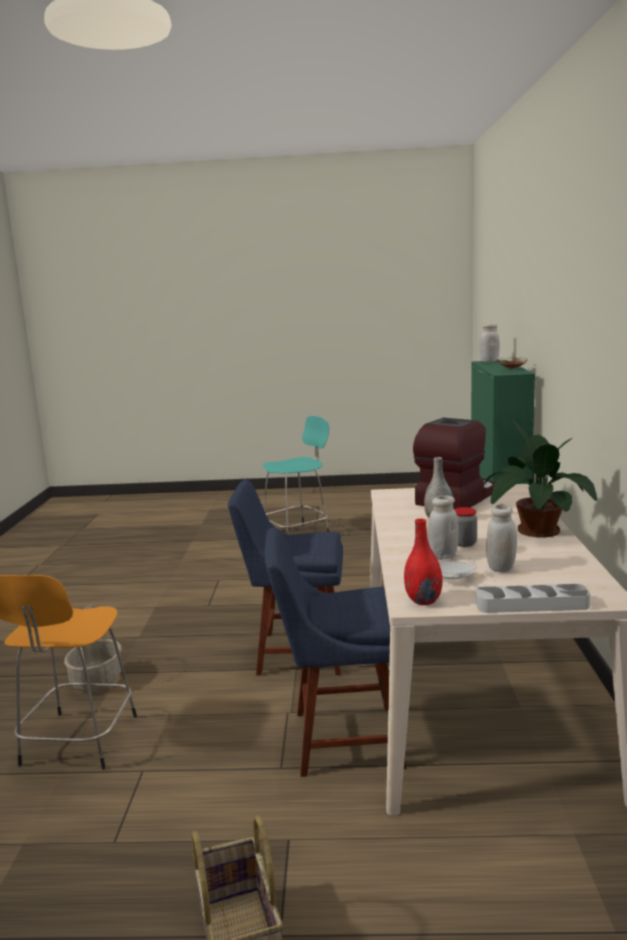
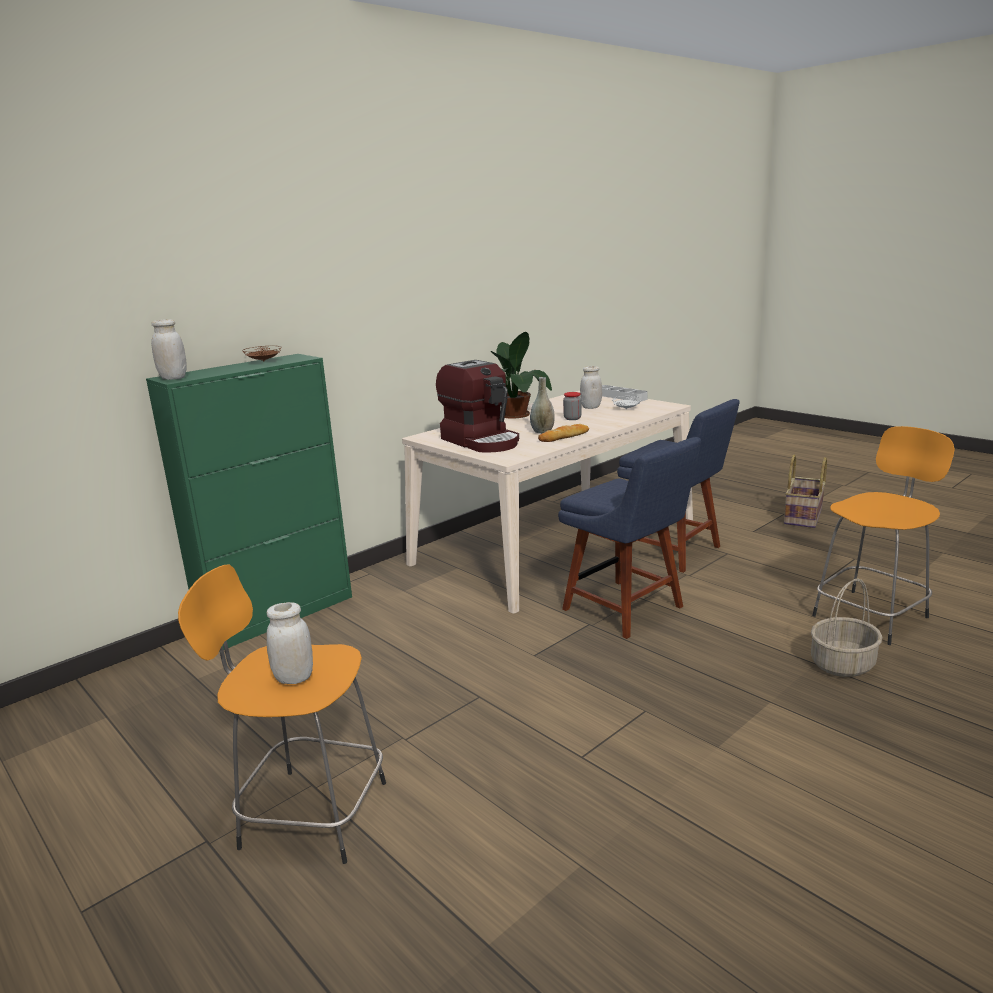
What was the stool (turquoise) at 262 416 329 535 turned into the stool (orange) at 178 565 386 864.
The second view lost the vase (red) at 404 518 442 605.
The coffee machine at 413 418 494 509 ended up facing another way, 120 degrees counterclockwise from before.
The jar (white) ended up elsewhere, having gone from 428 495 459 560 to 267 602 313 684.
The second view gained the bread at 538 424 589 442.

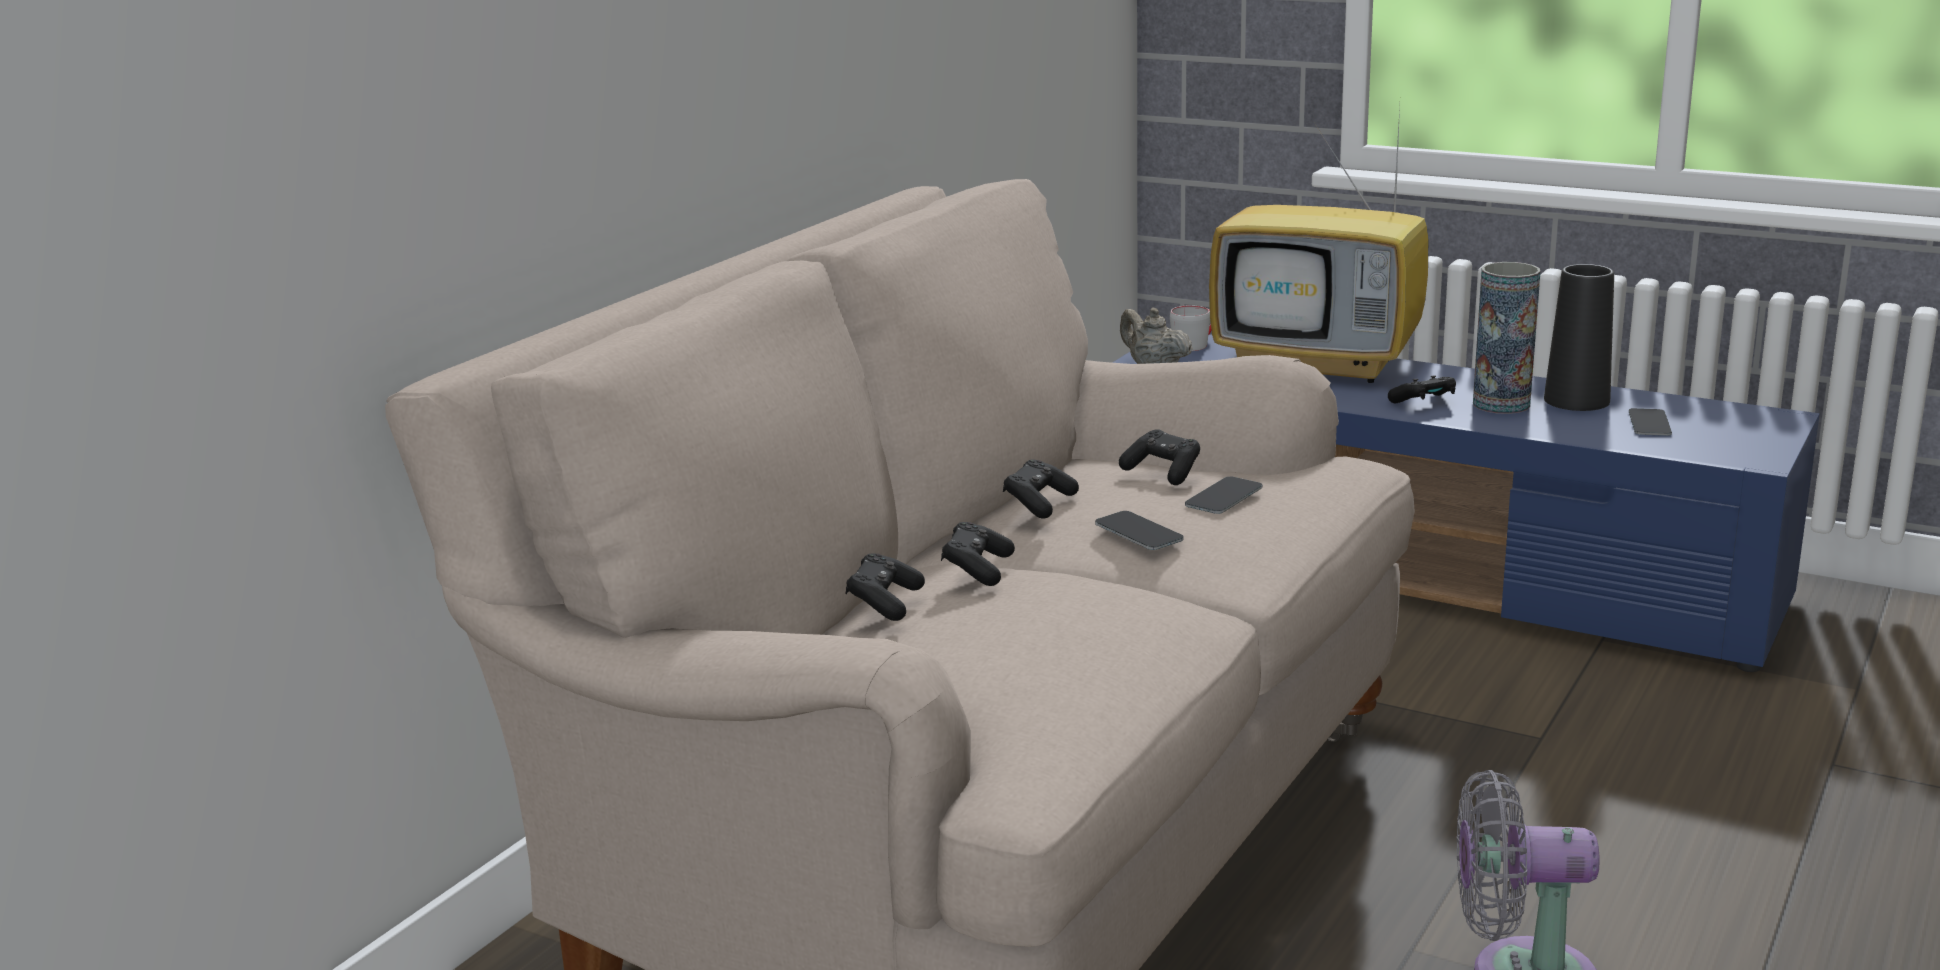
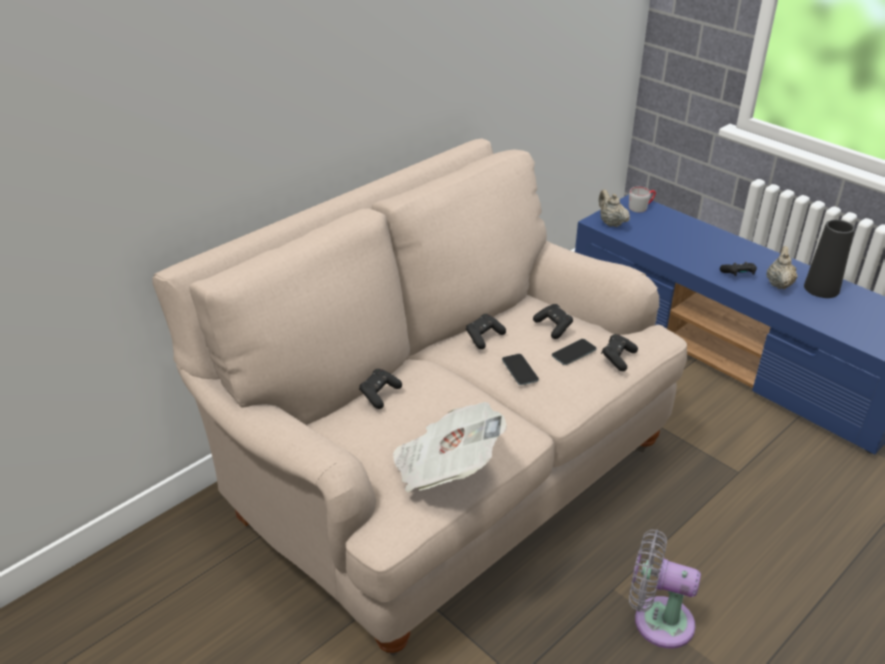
The game controller (black) ended up elsewhere, having gone from 941 522 1015 586 to 601 334 638 371.
The second view lost the television at 1209 108 1428 383.
Where the vase stood at 1473 262 1541 414, the teapot (beige) came to stand at 767 246 797 289.
The second view lost the phone at 1629 408 1672 436.
The second view gained the newspaper at 392 402 507 492.

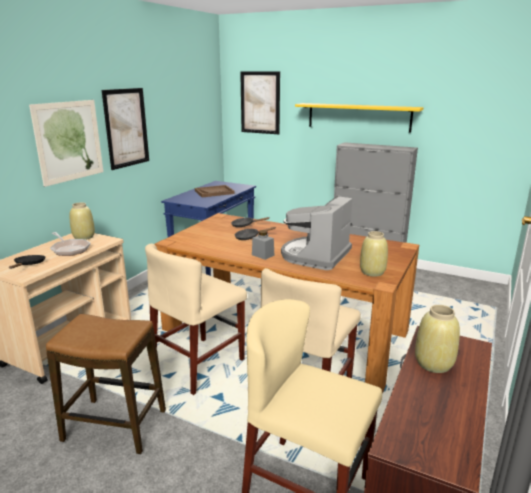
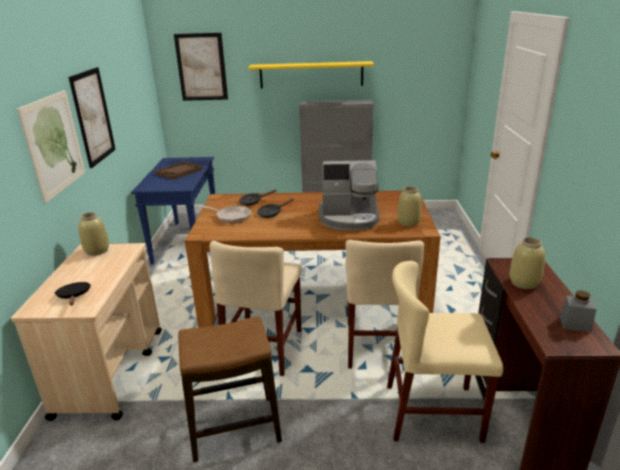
The frying pan ended up elsewhere, having gone from 50 232 90 256 to 198 205 251 223.
The jar (grey) ended up elsewhere, having gone from 252 230 275 260 to 560 290 596 332.
The coffee machine at 281 195 352 270 ended up facing another way, 90 degrees counterclockwise from before.

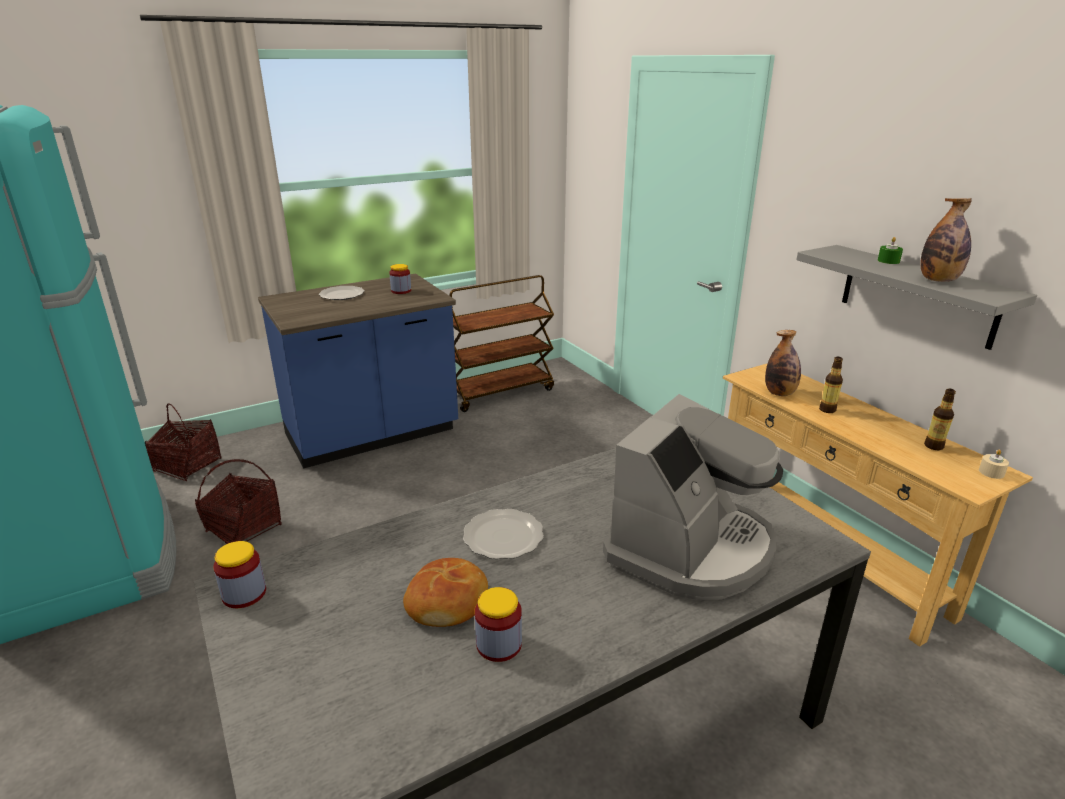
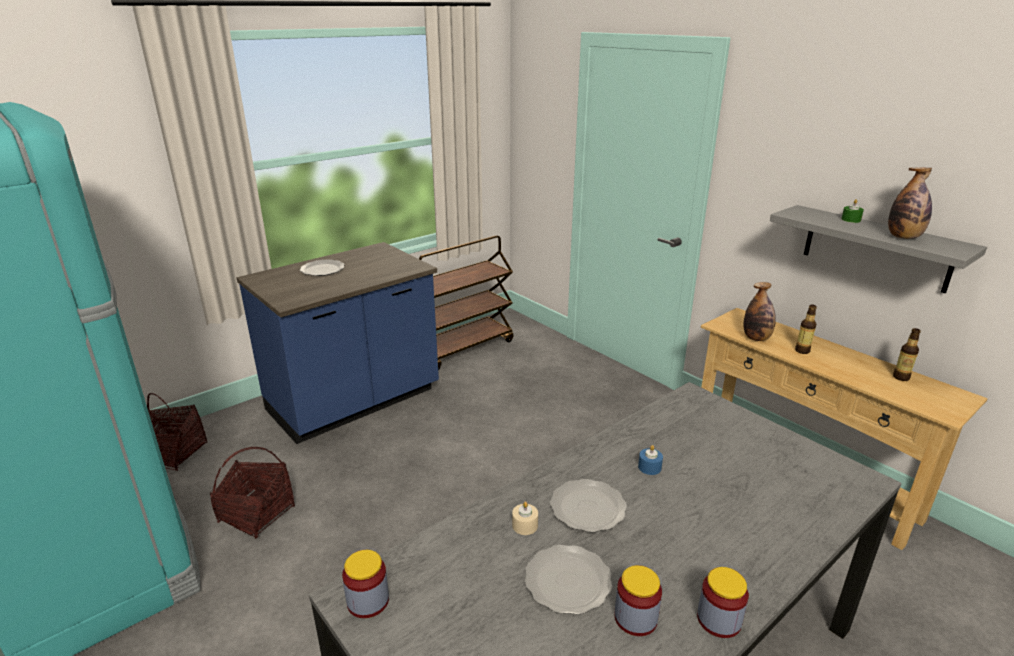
The jar ended up elsewhere, having gone from 389 264 411 294 to 697 567 749 638.
Where the bread stood at 403 558 488 627, the plate came to stand at 525 545 612 615.
The second view lost the coffee machine at 603 394 783 600.
The candle (beige) ended up elsewhere, having gone from 979 449 1009 479 to 512 502 538 535.
The second view gained the candle (blue) at 638 445 663 475.

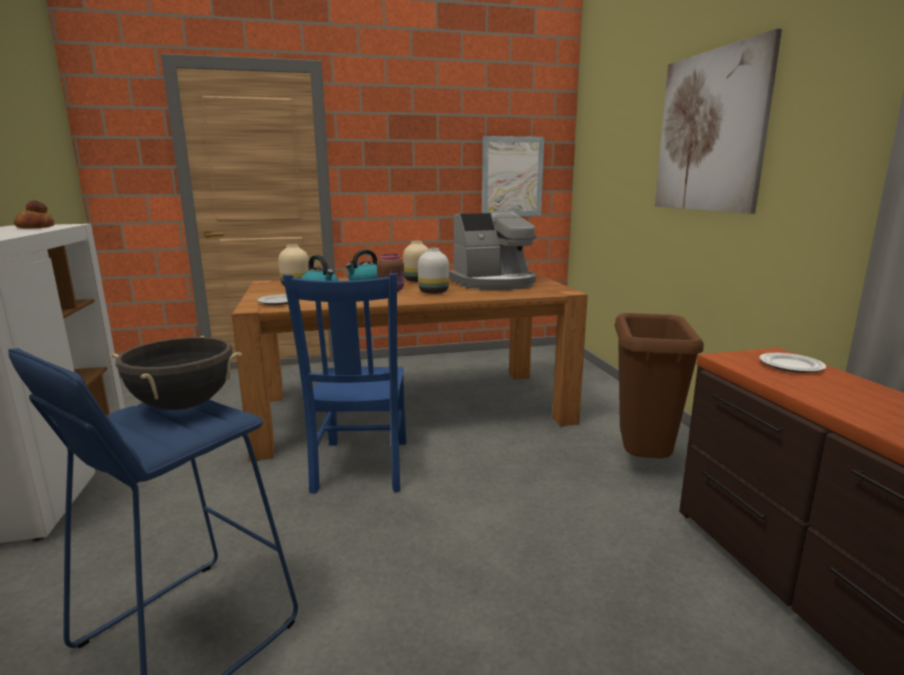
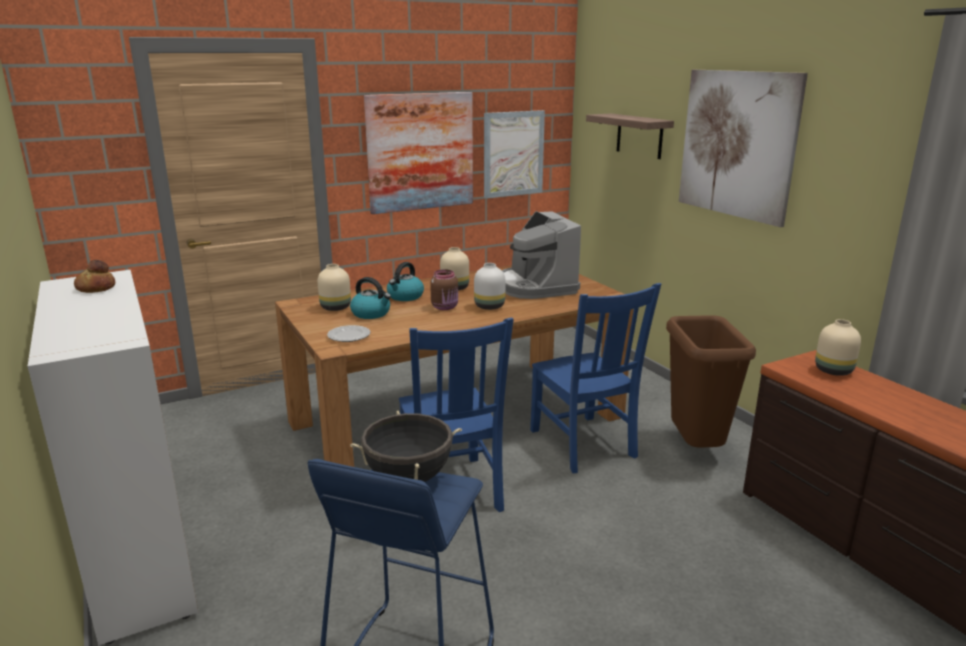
The coffee machine at 449 212 537 290 ended up facing another way, 105 degrees clockwise from before.
Where the plate stood at 759 353 826 373, the vase (beige) came to stand at 815 319 861 376.
The second view gained the picture at 364 92 473 214.
The second view gained the chair (blue) at 530 283 661 473.
The second view gained the shelf at 586 113 674 159.

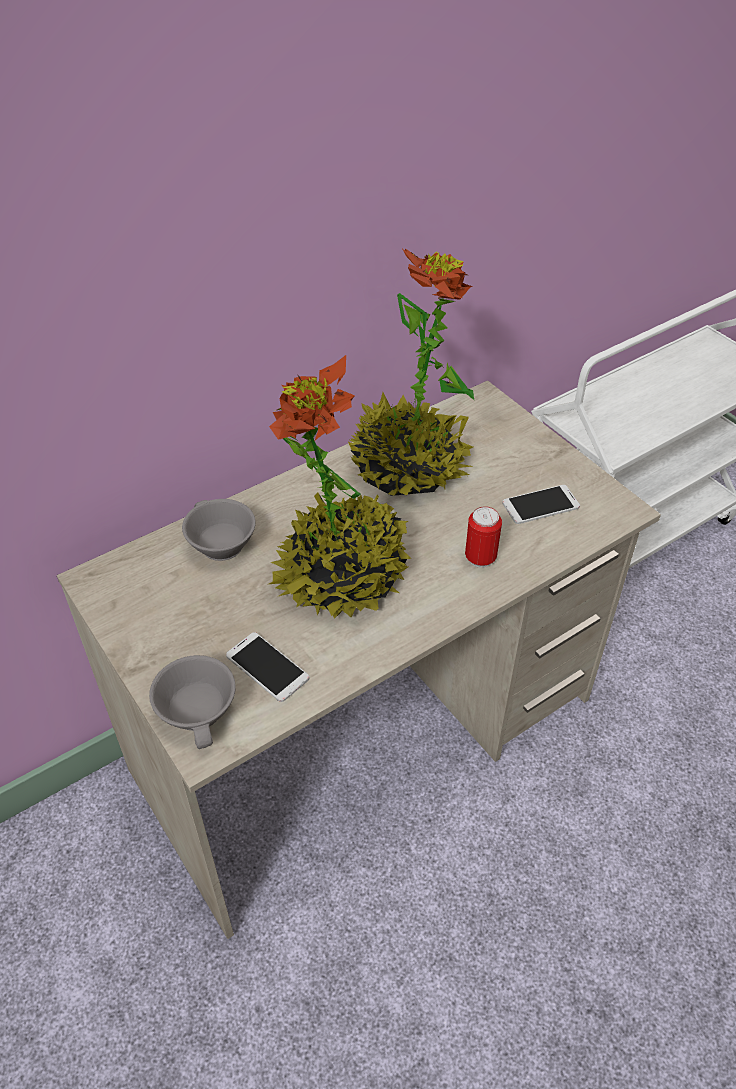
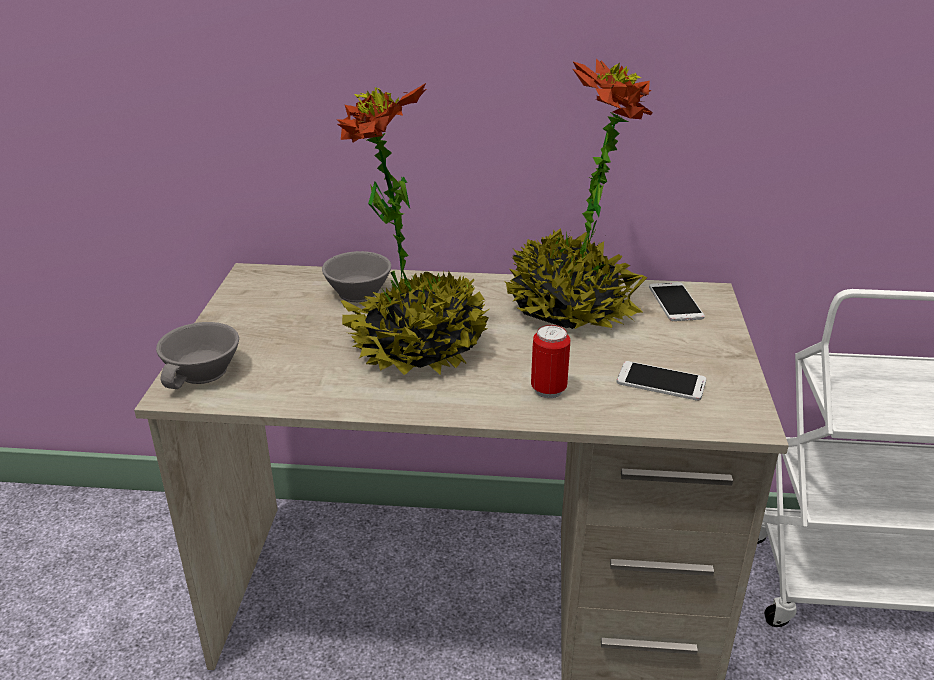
The phone ended up elsewhere, having gone from 226 632 309 702 to 649 282 705 321.

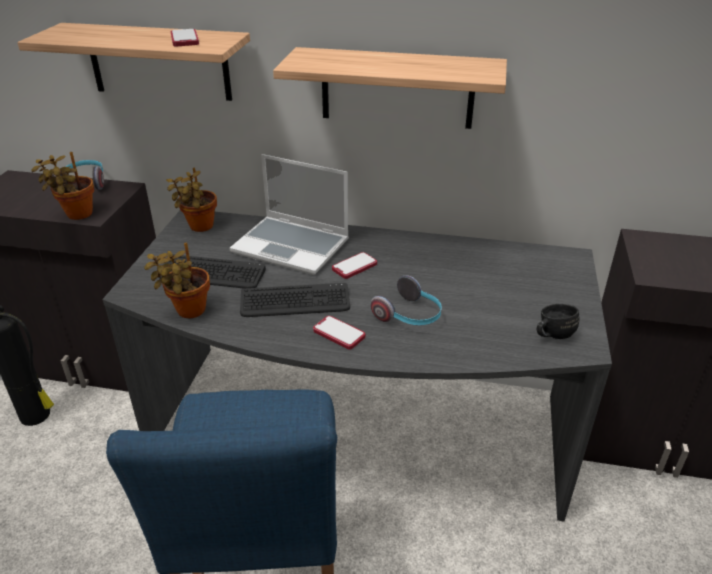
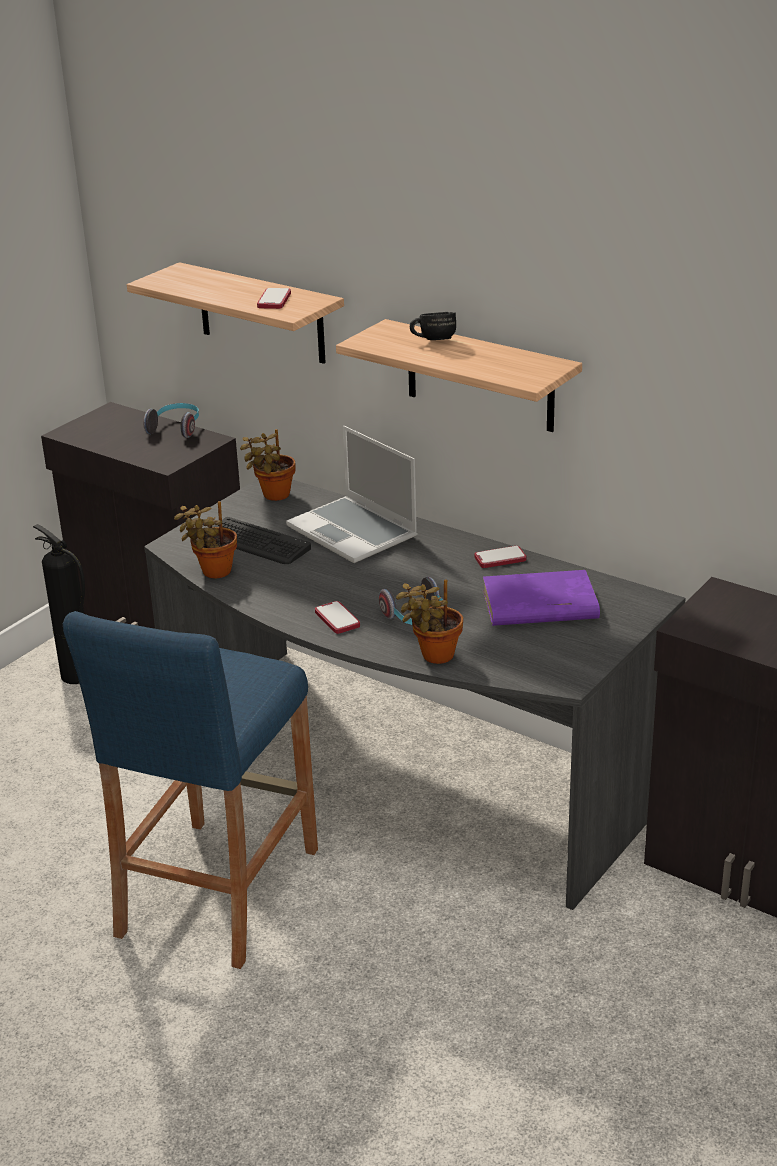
The potted plant ended up elsewhere, having gone from 31 152 94 220 to 396 579 463 664.
The second view lost the keyboard at 240 283 350 317.
The phone ended up elsewhere, having gone from 332 252 377 279 to 474 546 526 568.
The mug (black) ended up elsewhere, having gone from 537 304 580 339 to 410 312 456 340.
The second view gained the book (purple) at 483 570 600 626.

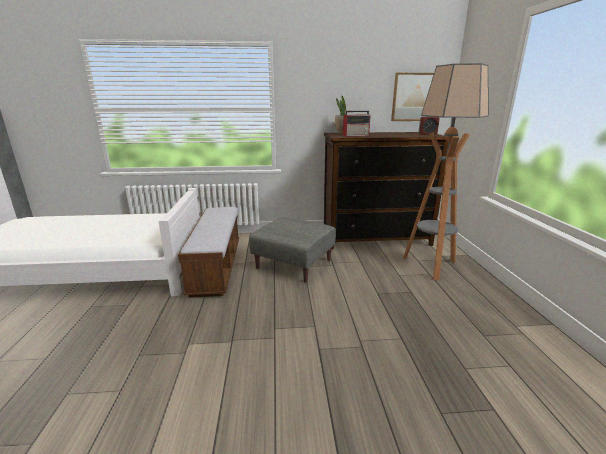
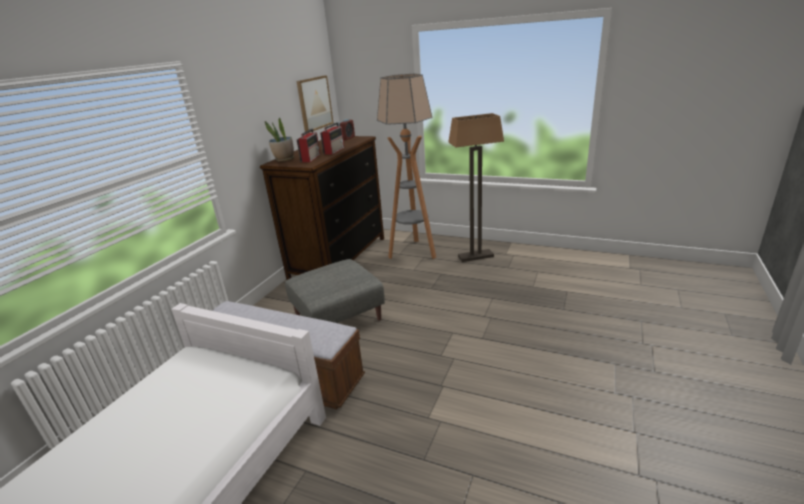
The second view gained the radio at 320 122 344 155.
The second view gained the floor lamp at 448 113 504 262.

